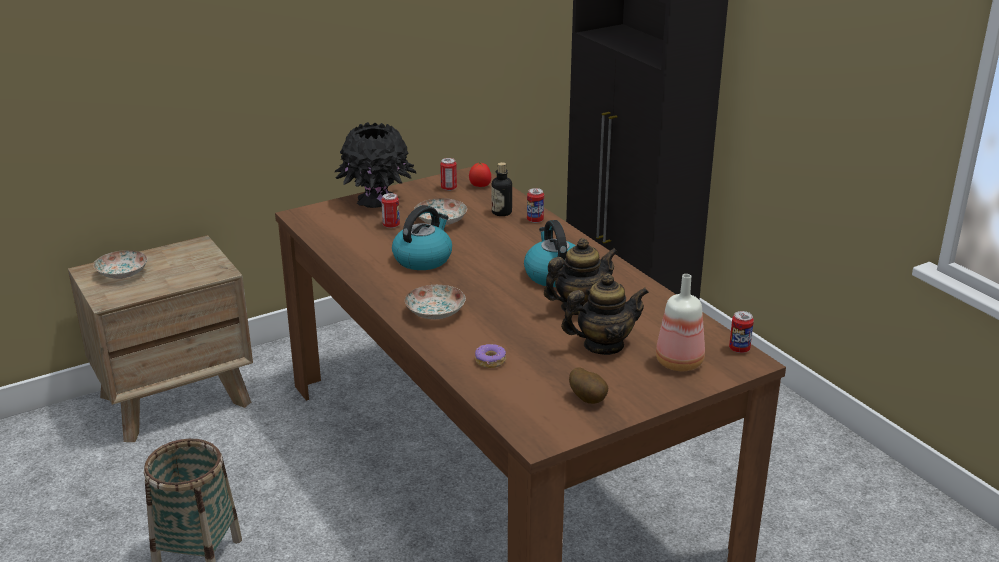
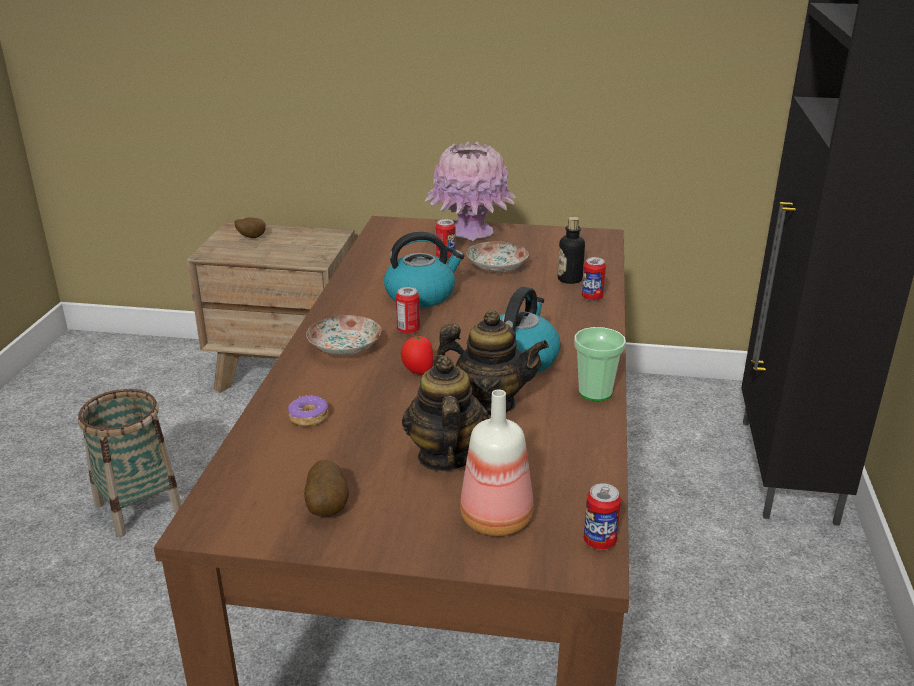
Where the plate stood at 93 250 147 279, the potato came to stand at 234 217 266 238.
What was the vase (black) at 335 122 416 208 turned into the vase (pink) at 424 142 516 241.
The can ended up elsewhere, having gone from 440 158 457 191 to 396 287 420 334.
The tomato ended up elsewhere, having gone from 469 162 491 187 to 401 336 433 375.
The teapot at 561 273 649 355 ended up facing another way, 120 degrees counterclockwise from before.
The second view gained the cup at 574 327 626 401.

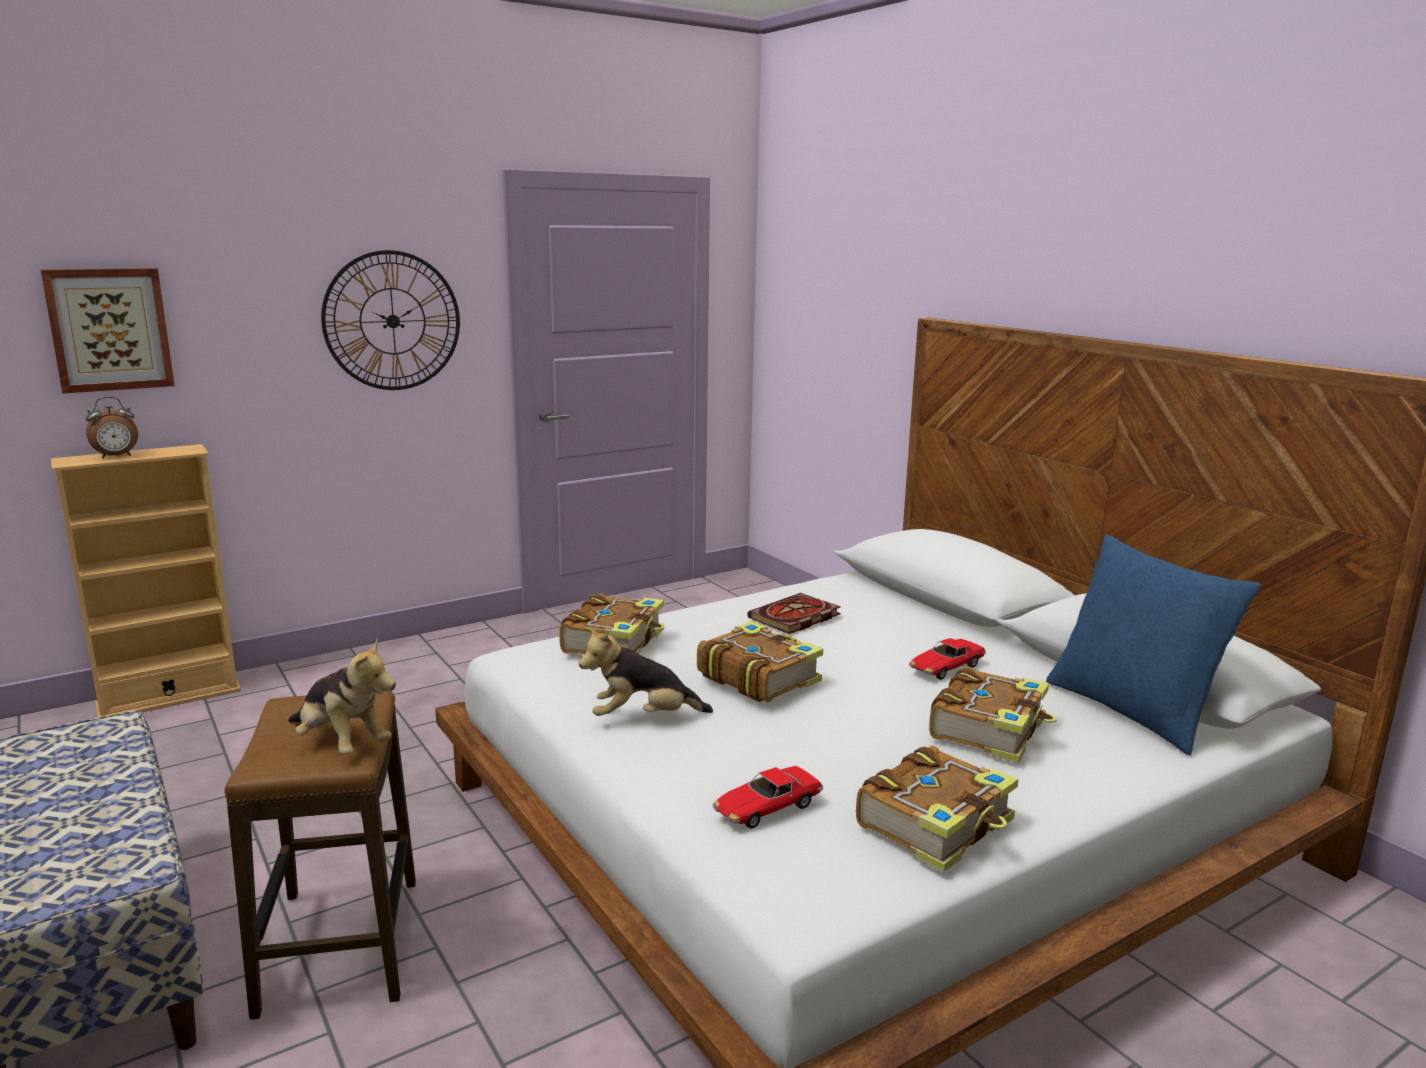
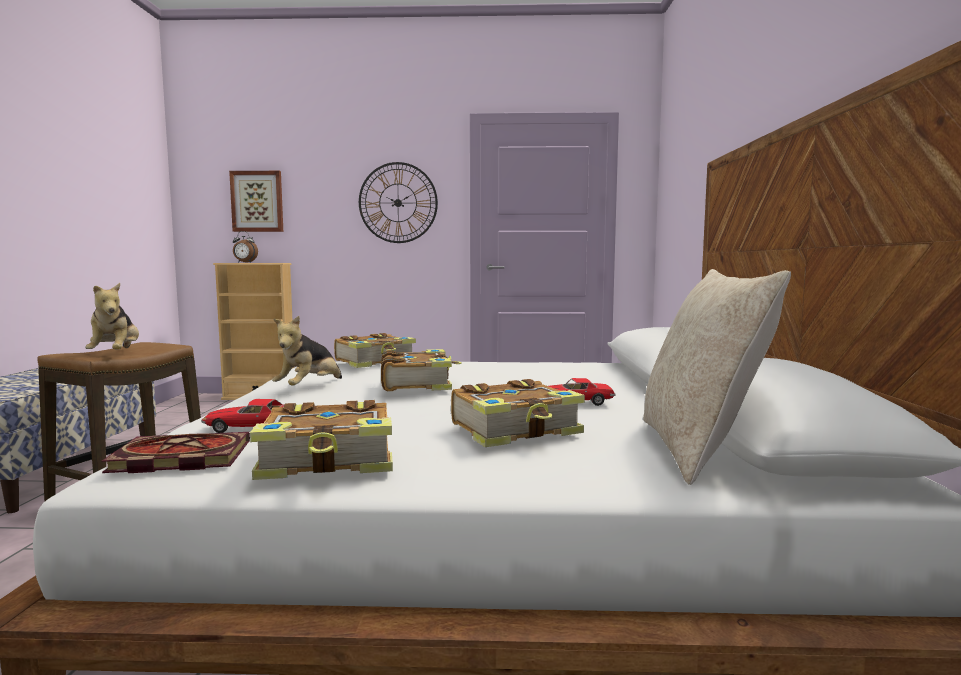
The plush toy at 579 627 713 716 ended up facing another way, 90 degrees counterclockwise from before.
The book ended up elsewhere, having gone from 747 593 841 634 to 101 432 250 473.
What was the pillow (blue) at 1046 534 1261 755 turned into the pillow (beige) at 643 269 791 485.

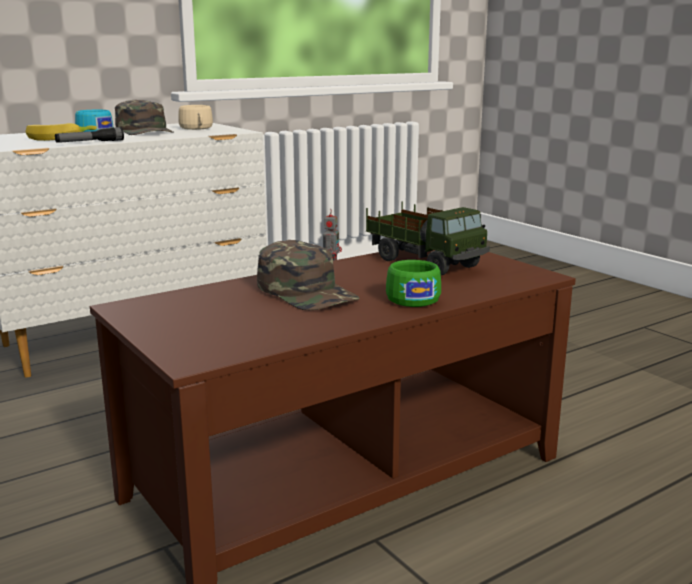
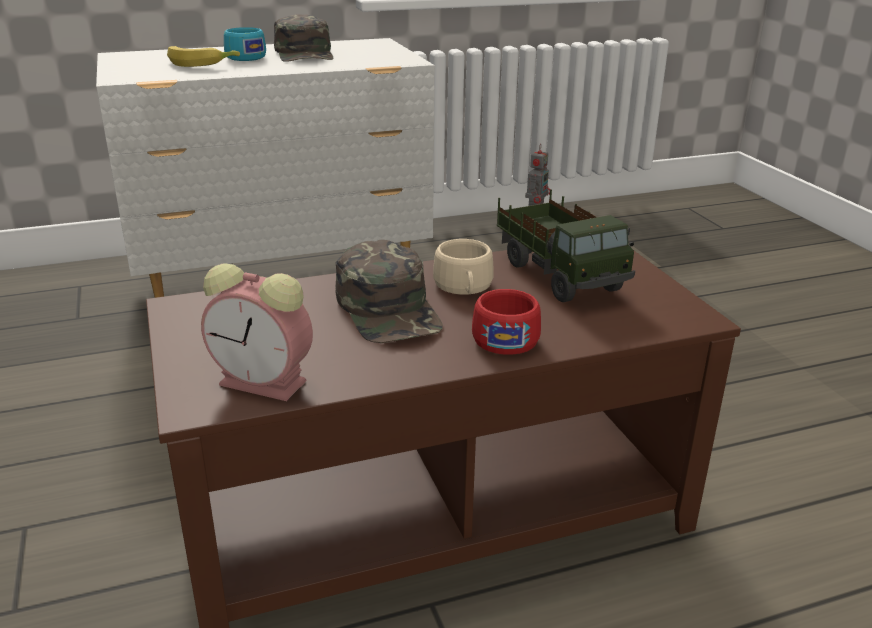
The second view lost the flashlight at 55 127 124 143.
The cup (beige) ended up elsewhere, having gone from 178 105 213 130 to 433 239 494 295.
What was the cup (green) at 386 260 441 307 turned into the cup (red) at 472 289 541 355.
The second view gained the alarm clock at 201 263 313 401.

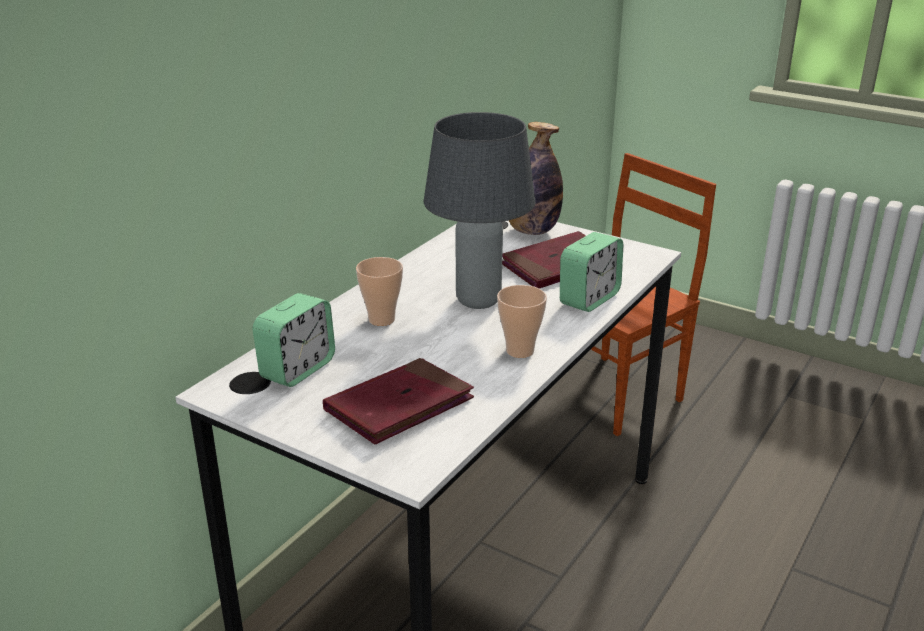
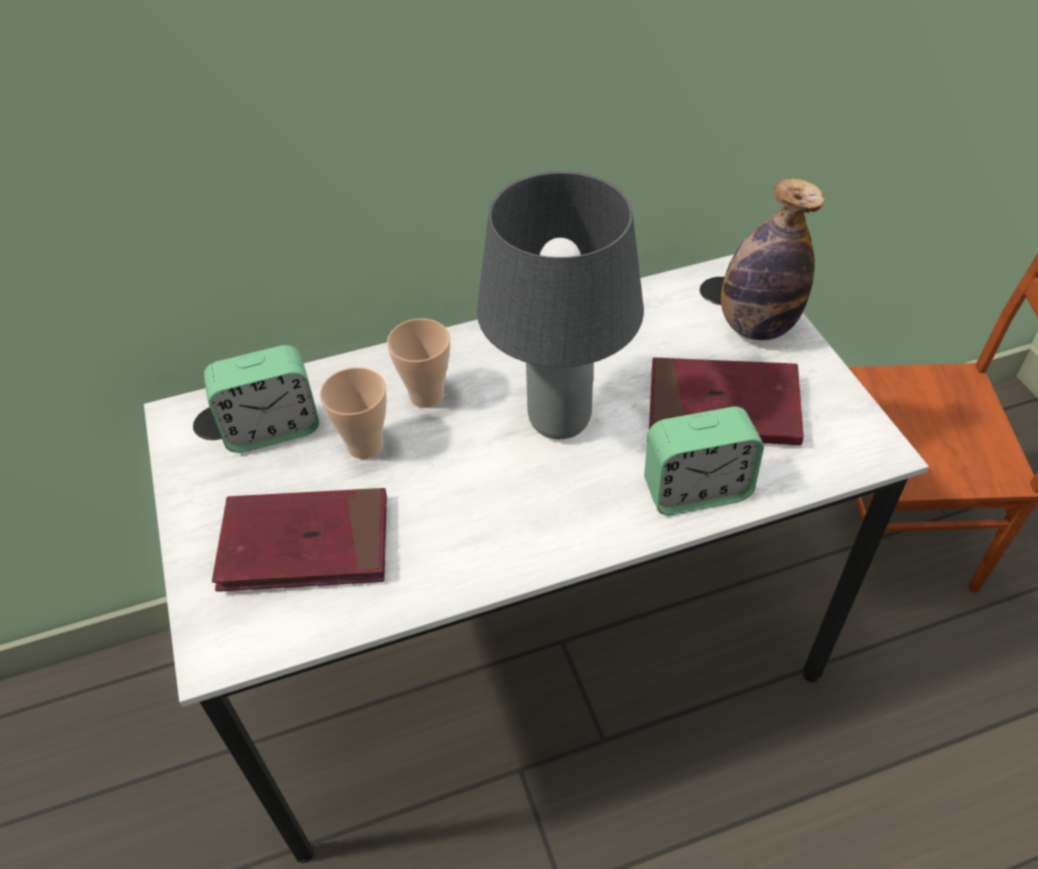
The cup ended up elsewhere, having gone from 497 285 547 358 to 320 367 387 459.

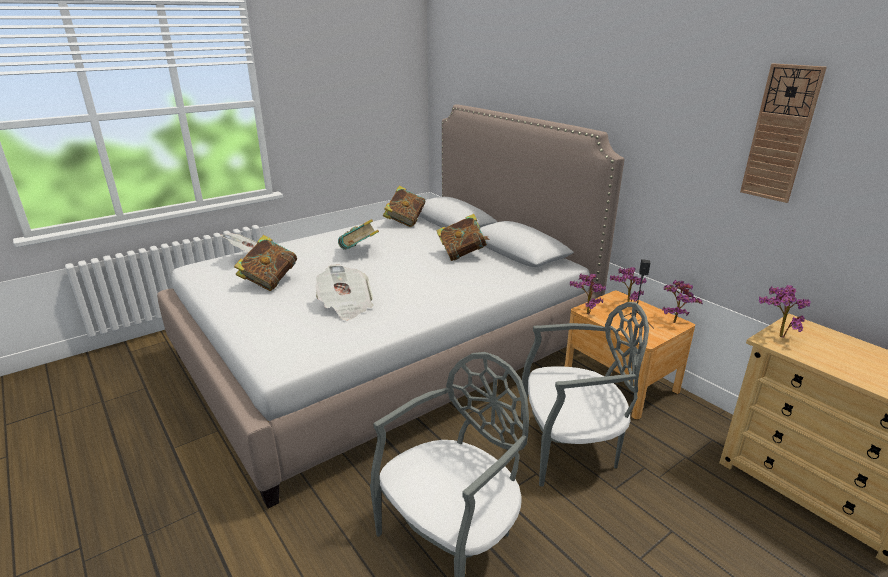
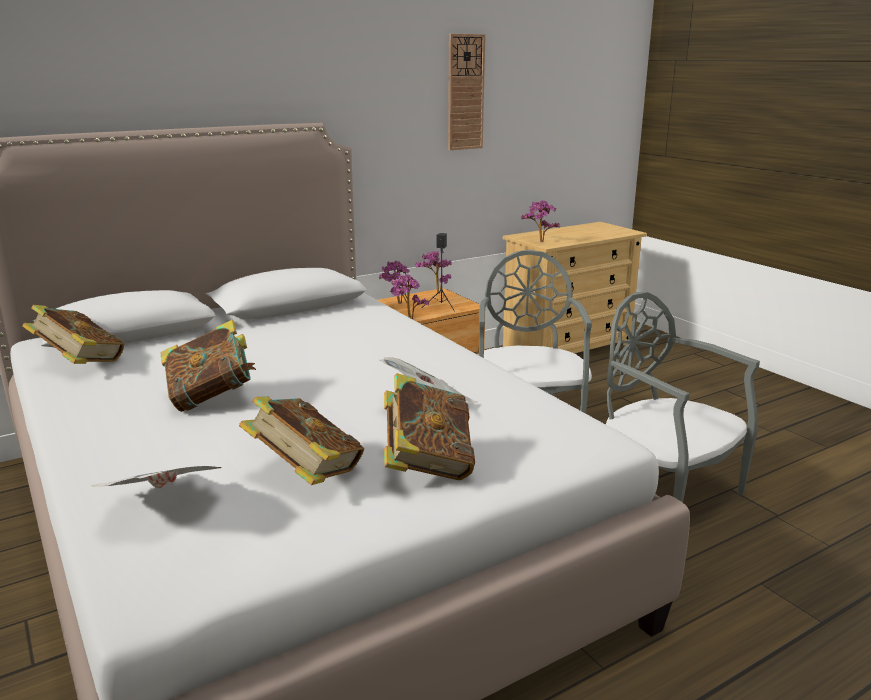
The book ended up elsewhere, having gone from 436 214 490 261 to 384 373 475 480.

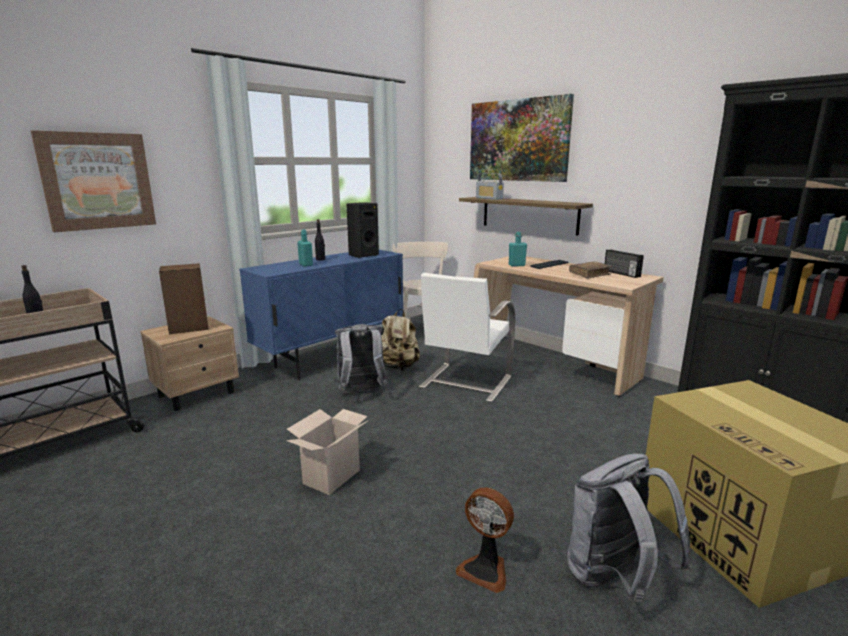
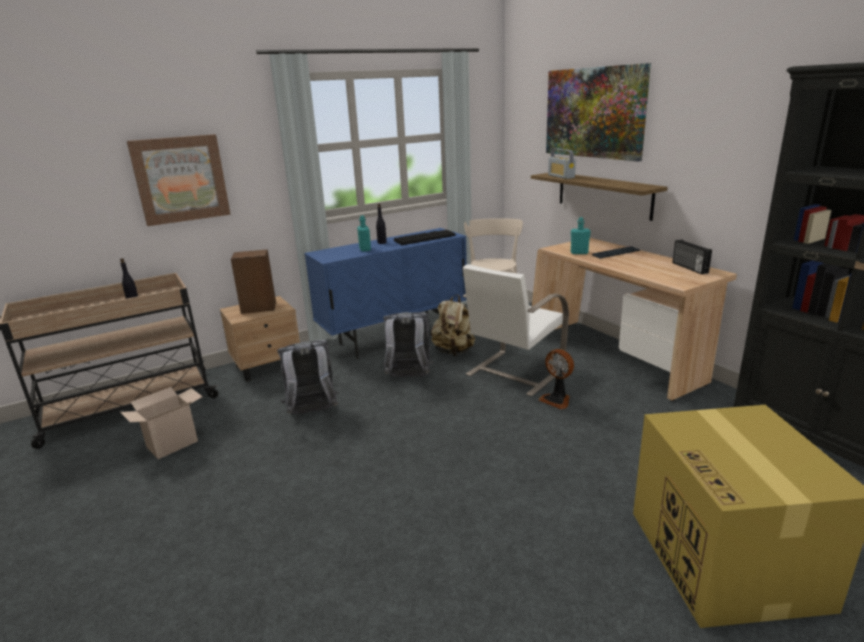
The cardboard box ended up elsewhere, having gone from 286 409 368 495 to 120 387 203 459.
Where the speaker (black) stood at 346 203 379 258, the keyboard came to stand at 394 230 455 245.
The fan ended up elsewhere, having gone from 456 488 514 593 to 539 349 574 409.
The backpack (grey) ended up elsewhere, having gone from 567 453 691 602 to 277 340 339 414.
The second view lost the book (brown) at 569 262 612 279.

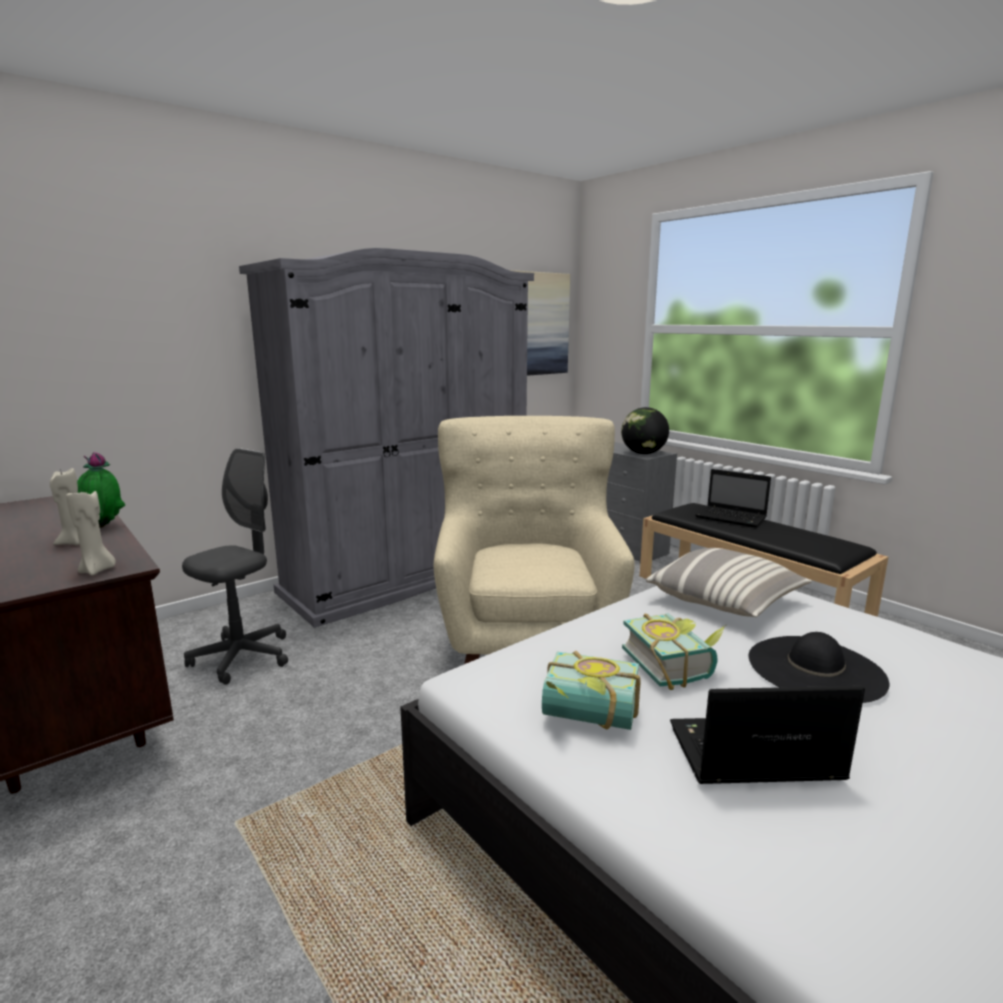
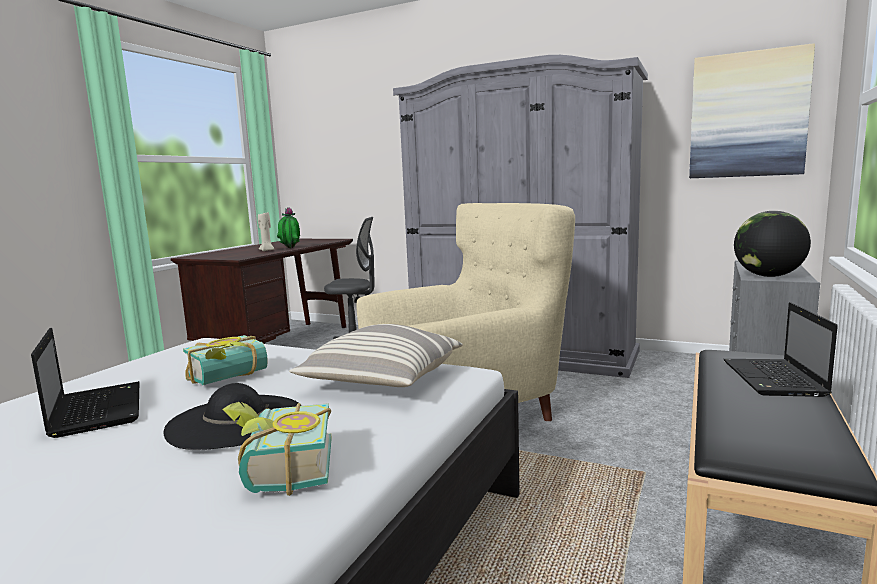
The second view lost the candle (beige) at 66 487 116 575.
The book ended up elsewhere, having gone from 542 651 641 730 to 222 402 332 496.

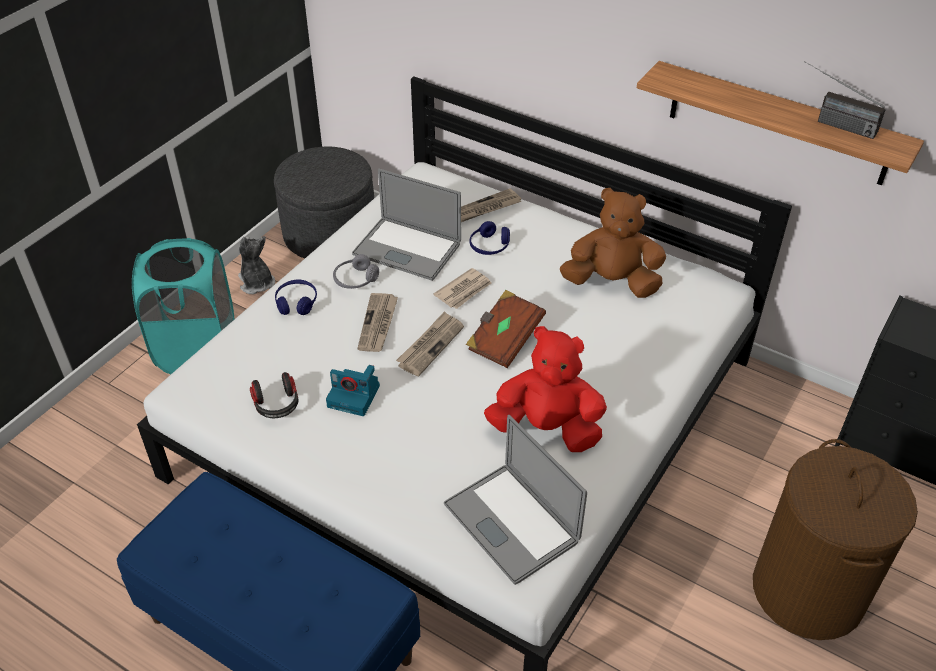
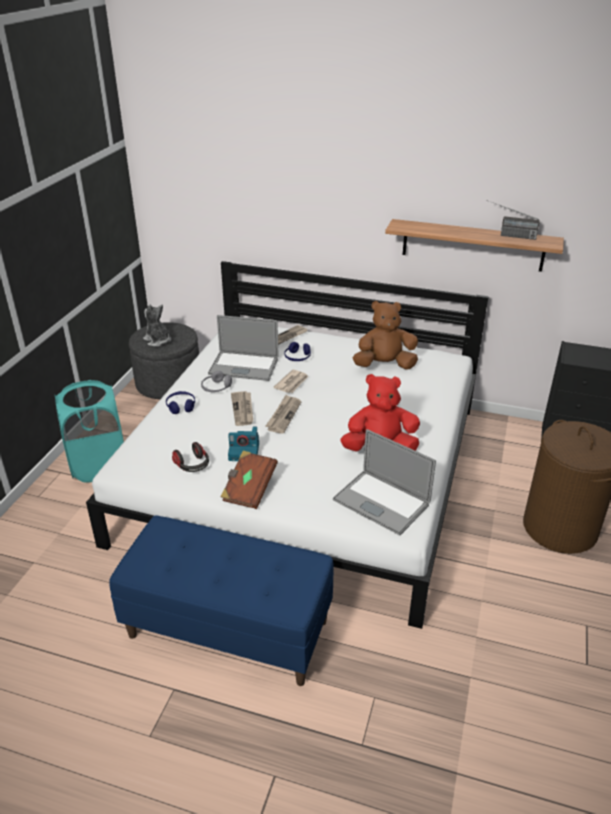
The plush toy ended up elsewhere, having gone from 238 236 275 294 to 143 304 171 347.
The book (brown) ended up elsewhere, having gone from 466 290 546 368 to 220 450 278 509.

